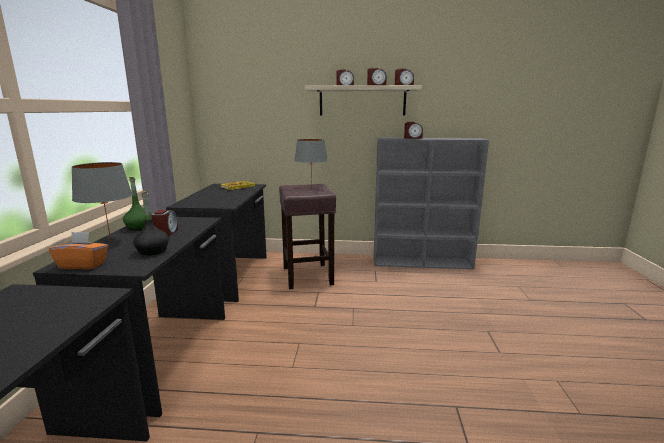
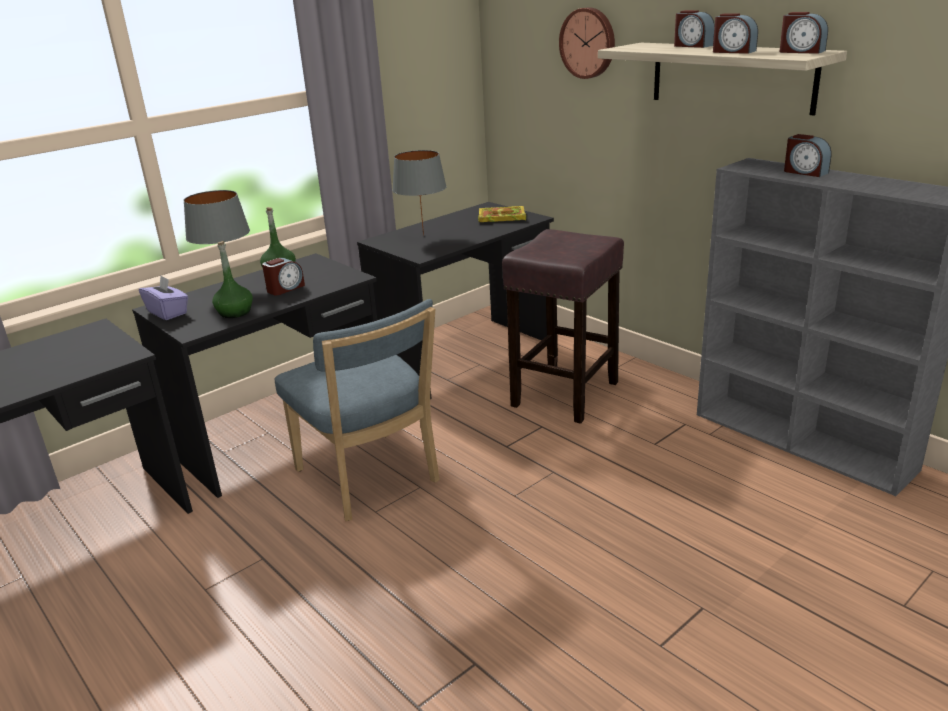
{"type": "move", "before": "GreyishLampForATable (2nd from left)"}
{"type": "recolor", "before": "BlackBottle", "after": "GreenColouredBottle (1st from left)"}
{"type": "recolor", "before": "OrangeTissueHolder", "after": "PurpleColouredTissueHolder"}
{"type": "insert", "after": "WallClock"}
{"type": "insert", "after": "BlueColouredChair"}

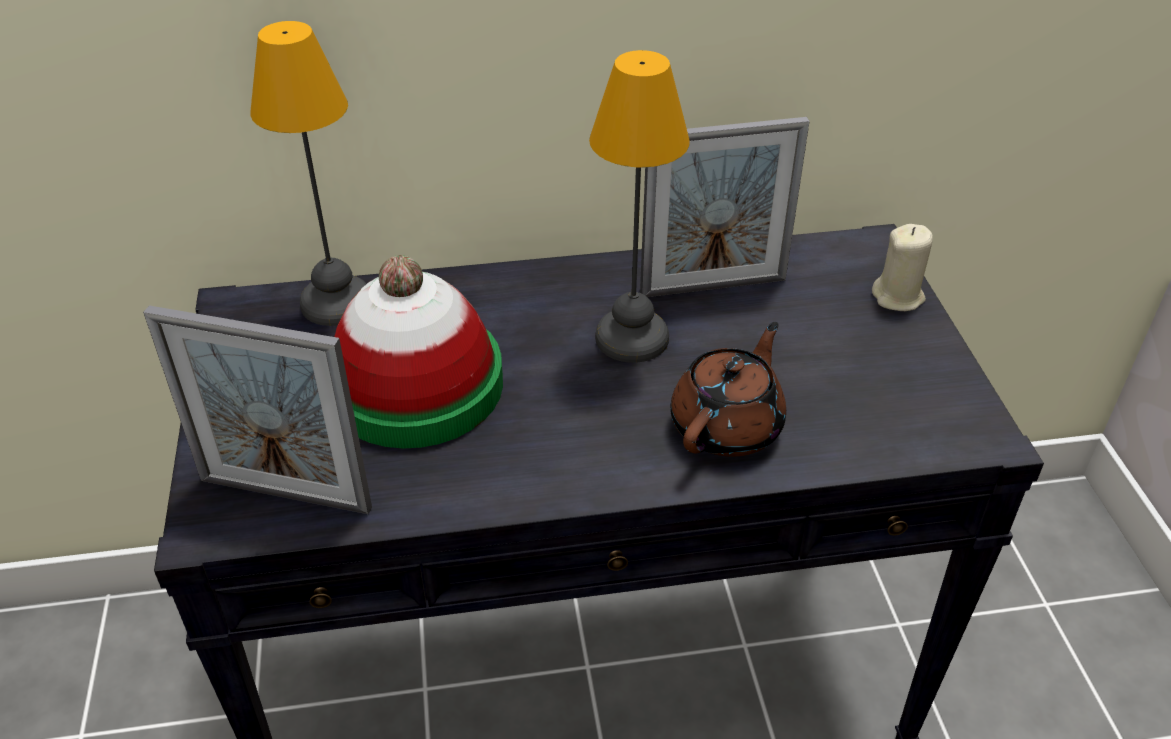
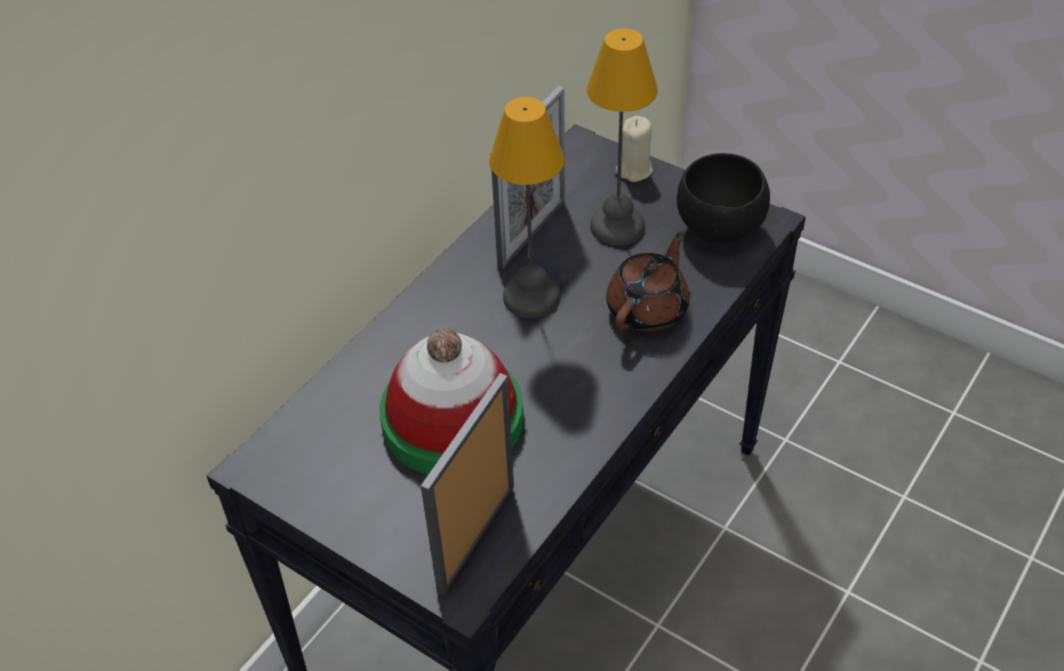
{"type": "move", "before": "LampForATable (1st from left in the first image)", "after": "LampForATable (2nd from left)"}
{"type": "rotate", "before": "StandingFrame (1st from left)", "turn": 150}
{"type": "rotate", "before": "BrownColouredTeaPot", "turn": 45}
{"type": "insert", "after": "BlackServingBowl"}

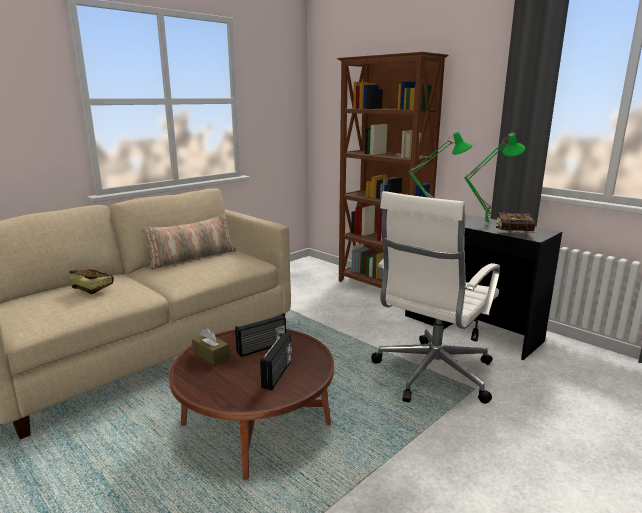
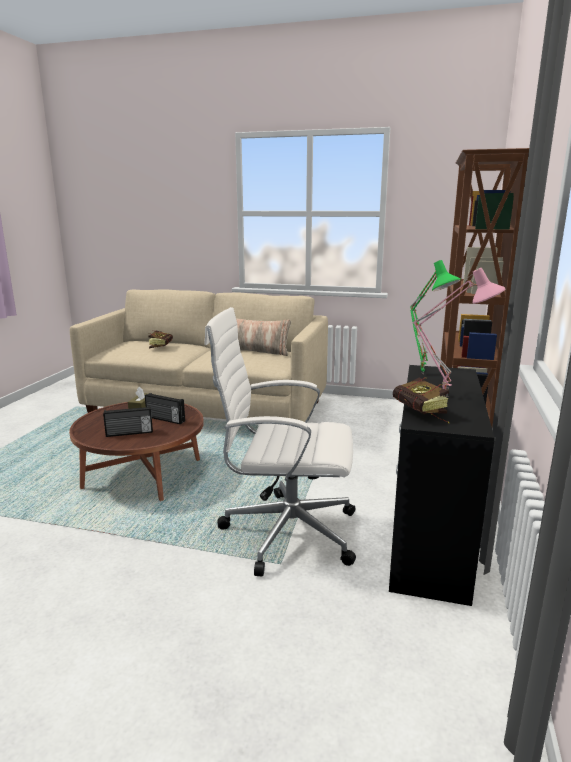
{"type": "recolor", "before": "GreenColouredLampForATable (2nd from left)", "after": "PinkLampForATable"}

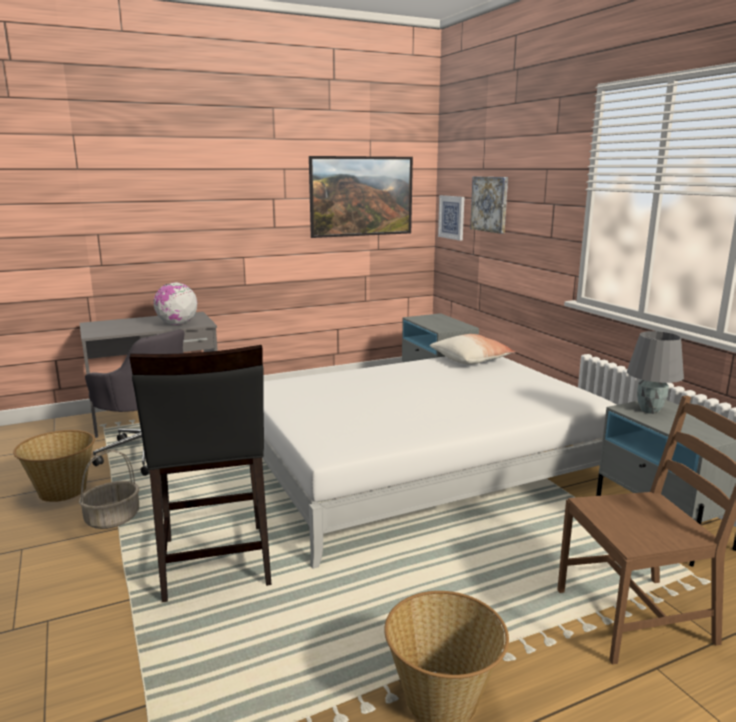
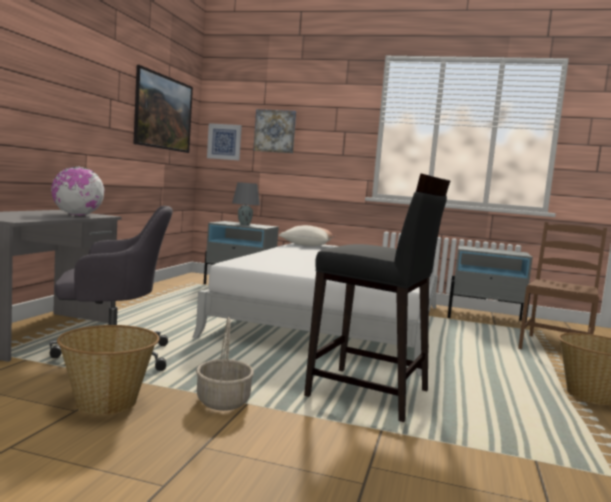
{"type": "move", "before": "GreyishLampForATable"}

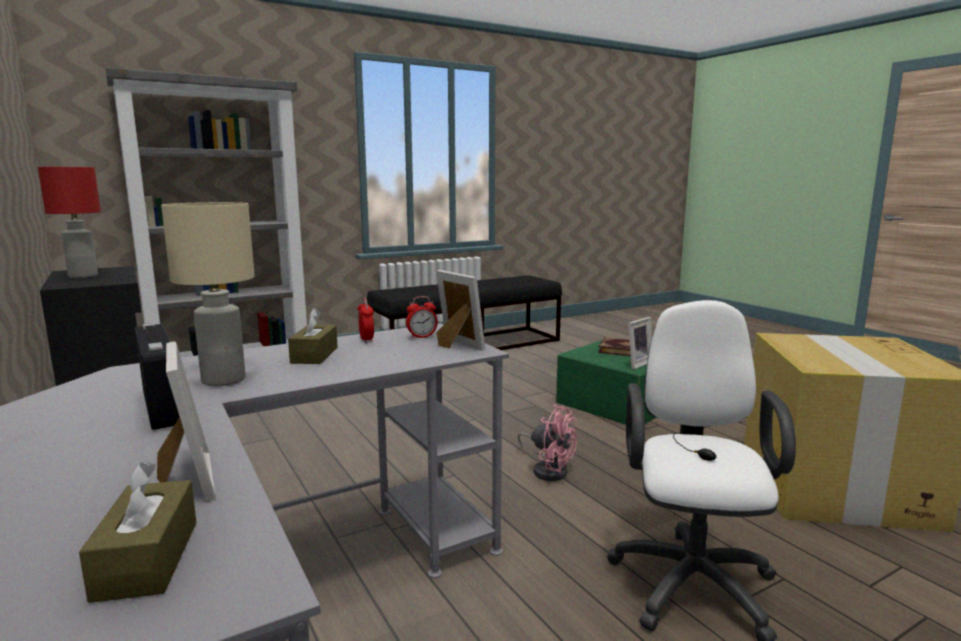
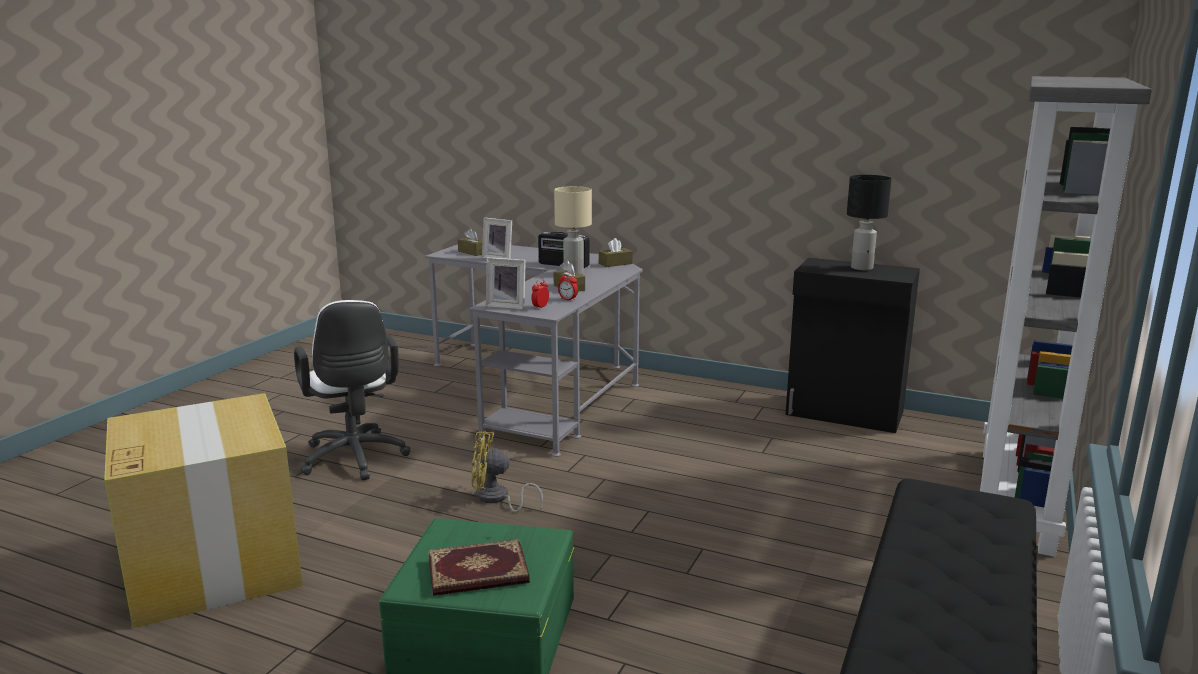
{"type": "recolor", "before": "RedColouredLampForATable", "after": "BlackLampForATable"}
{"type": "delete", "before": "StandingFrame (3rd from left)"}
{"type": "recolor", "before": "PinkCoolingFan", "after": "YellowColouredCoolingFan"}
{"type": "insert", "after": "BrownColouredTissueHolder (3rd from left)"}

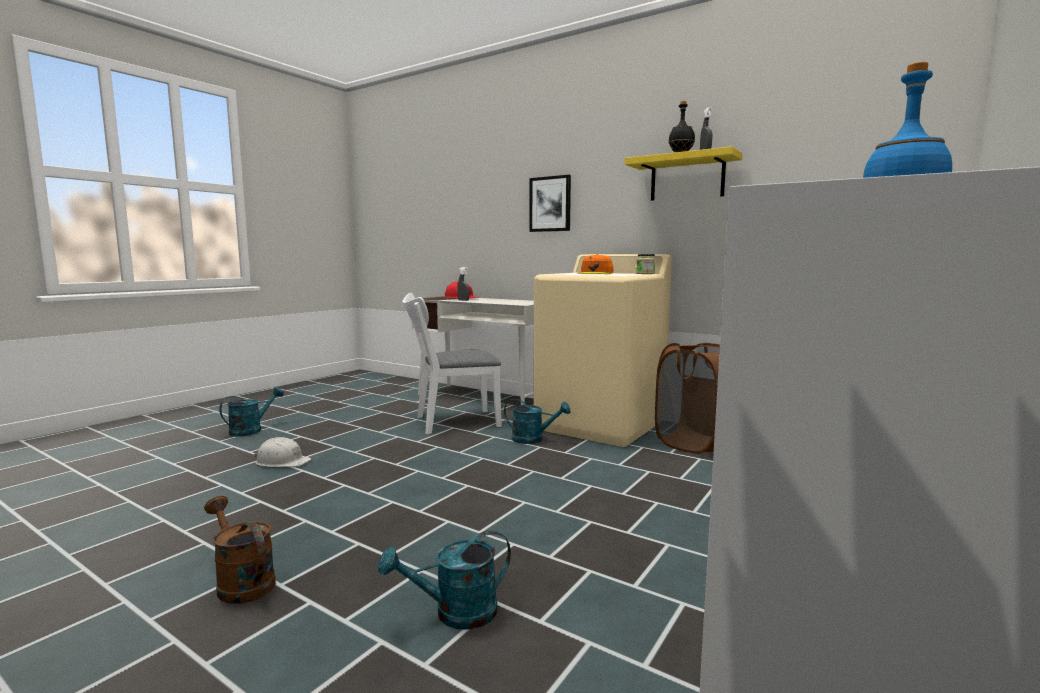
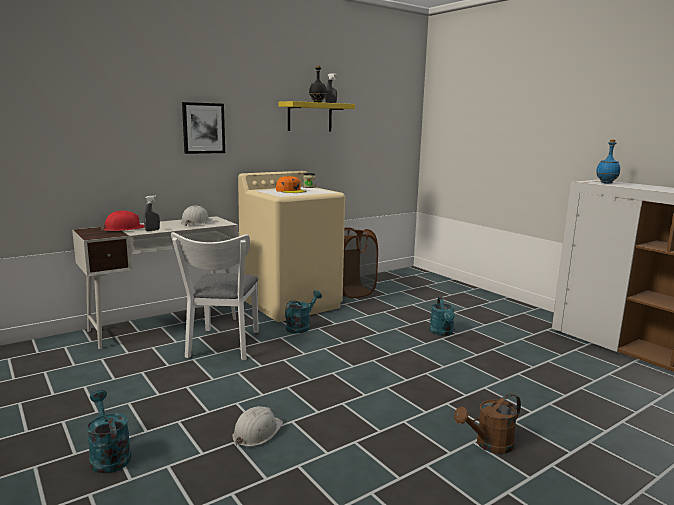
{"type": "move", "before": "TurquoiseColouredWateringPot (2nd from left in the first image)", "after": "TurquoiseColouredWateringPot (3rd from left)"}
{"type": "insert", "after": "WhiteWorkHelmet (1st from left)"}

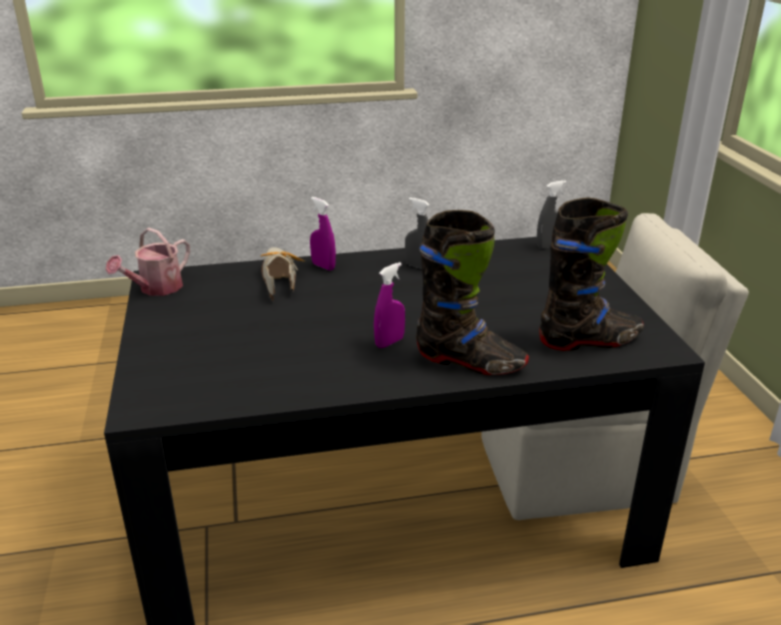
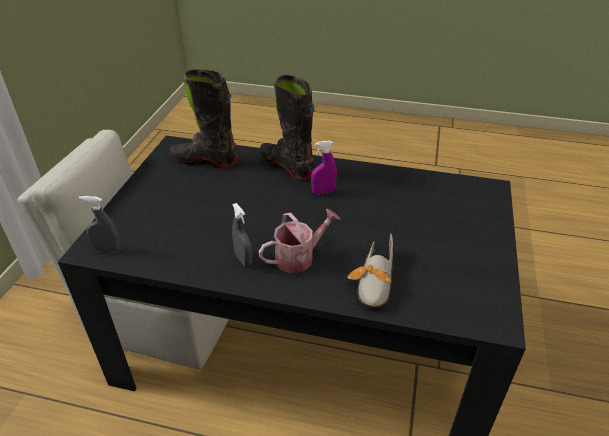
{"type": "delete", "before": "PurpleColouredHandSprayer (1st from left)"}
{"type": "move", "before": "WateringPot"}

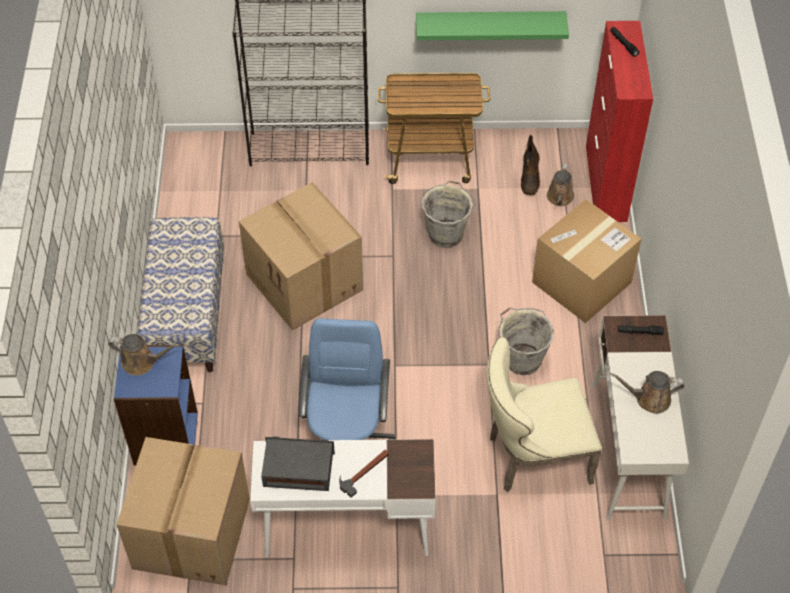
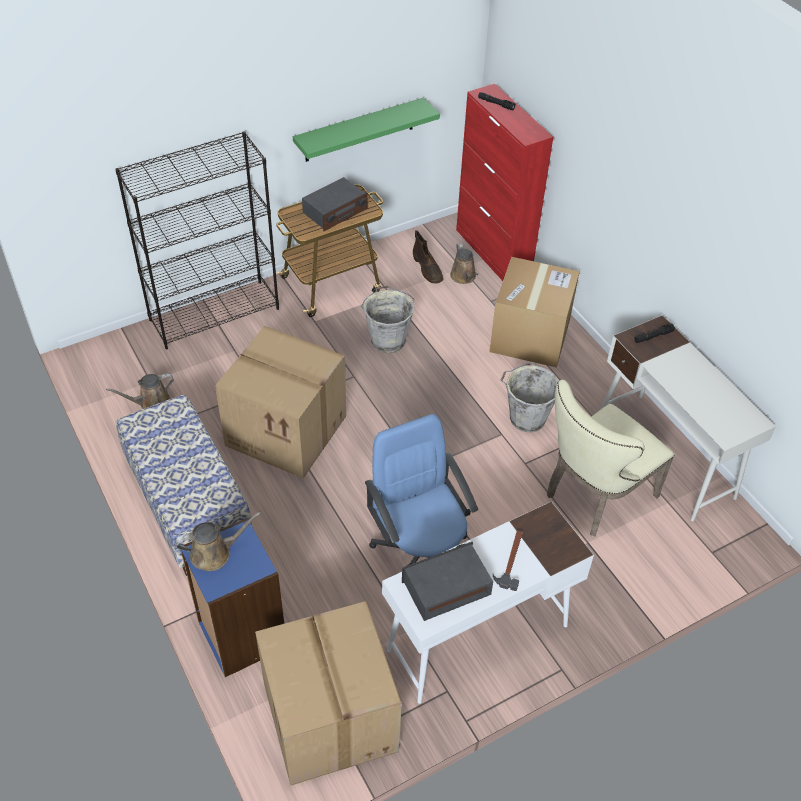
{"type": "move", "before": "BrownColouredWateringPot (3rd from left in the first image)", "after": "BrownColouredWateringPot (1st from left)"}
{"type": "insert", "after": "RadioSet (1st from left)"}

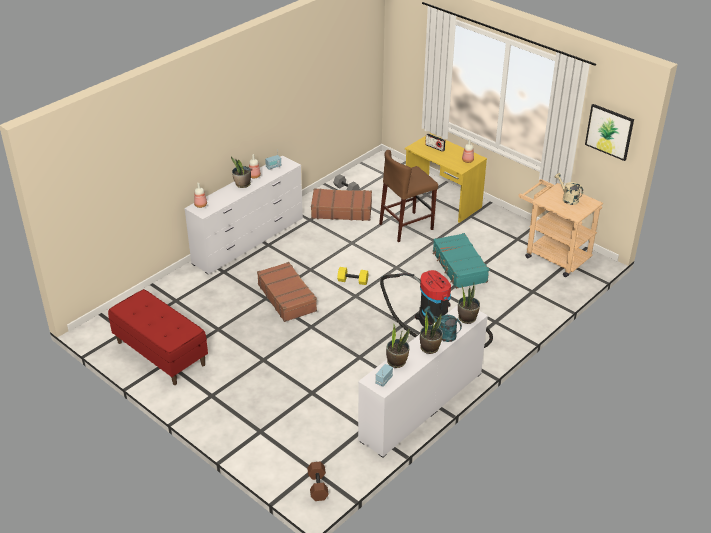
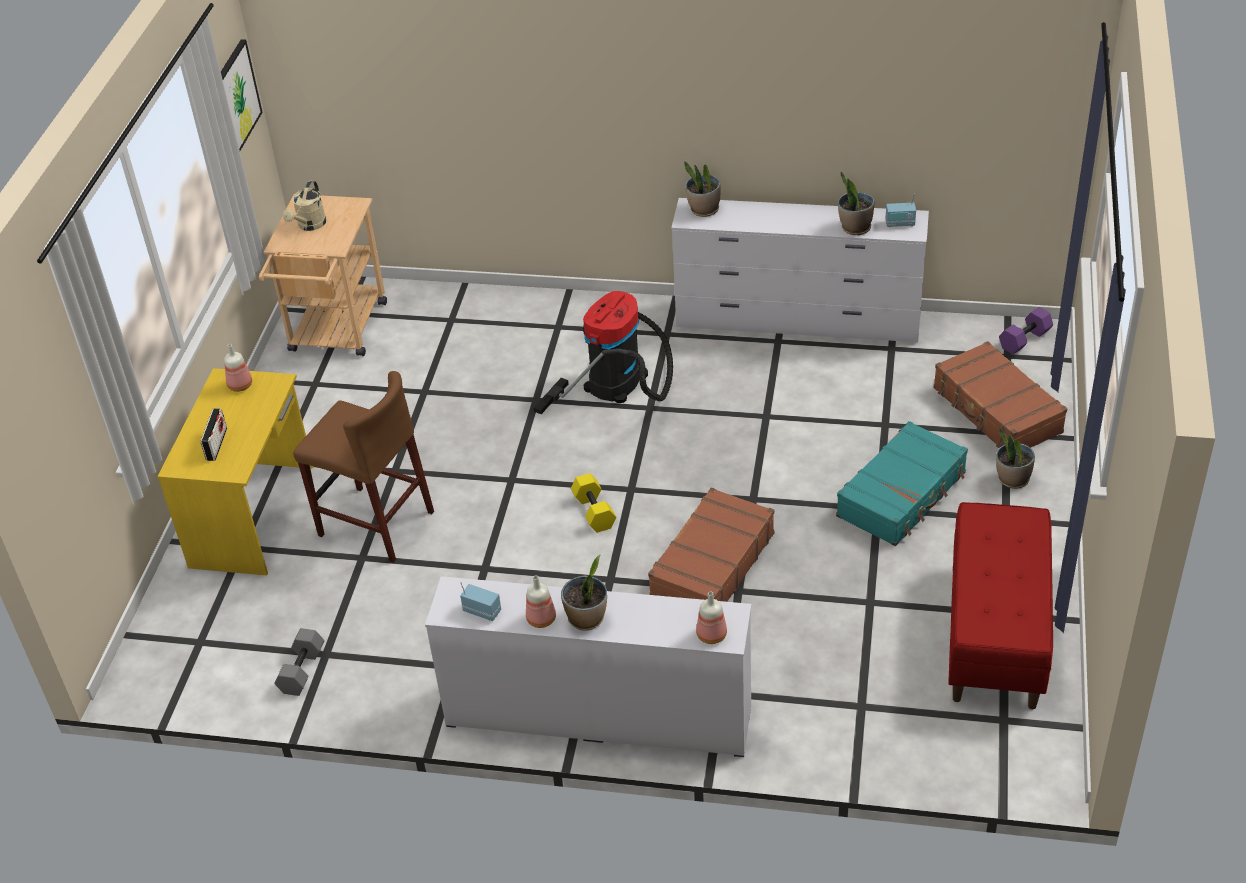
{"type": "move", "before": "BrownColouredTravelCase (2nd from left)"}
{"type": "move", "before": "TurquoiseColouredTravelCase"}
{"type": "delete", "before": "TurquoiseColouredWateringPot"}
{"type": "move", "before": "PottedPlant (3rd from left in the first image)", "after": "PottedPlant (4th from left)"}
{"type": "recolor", "before": "BrownColouredDumbbell", "after": "PurpleColouredDumbbell"}

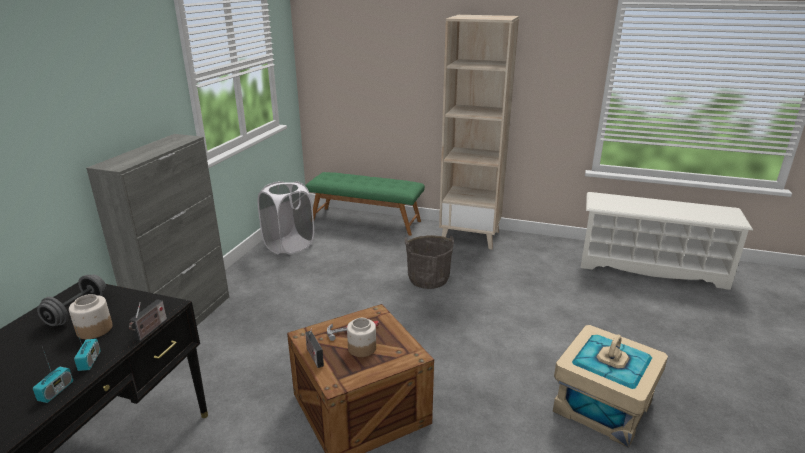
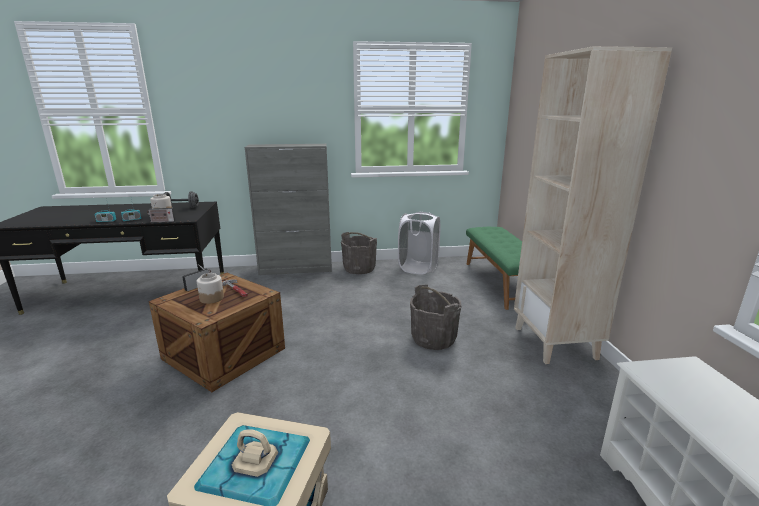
{"type": "insert", "after": "GreyishBucket (1st from left)"}

